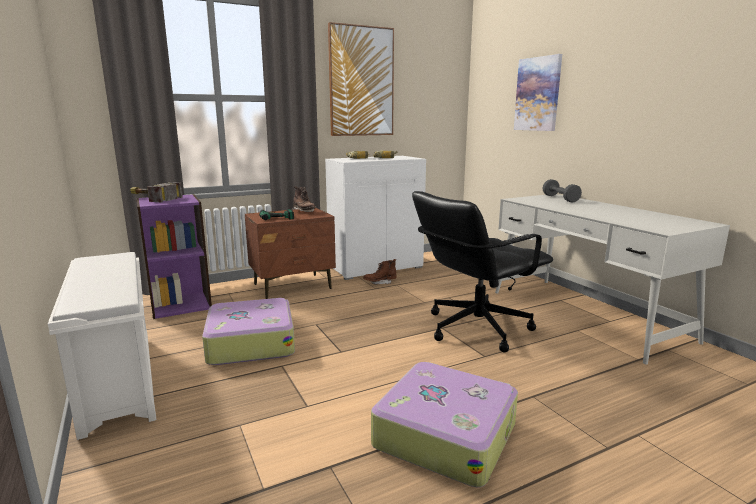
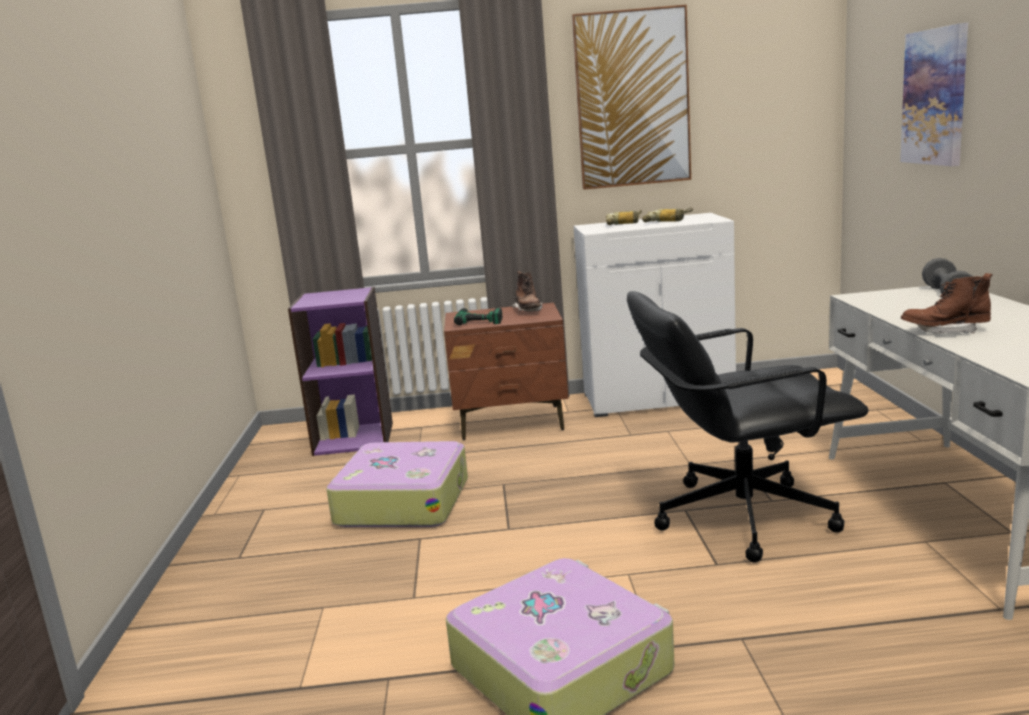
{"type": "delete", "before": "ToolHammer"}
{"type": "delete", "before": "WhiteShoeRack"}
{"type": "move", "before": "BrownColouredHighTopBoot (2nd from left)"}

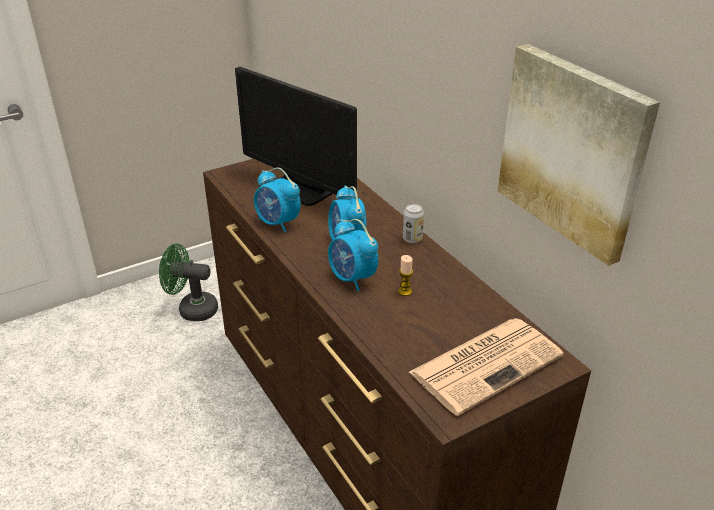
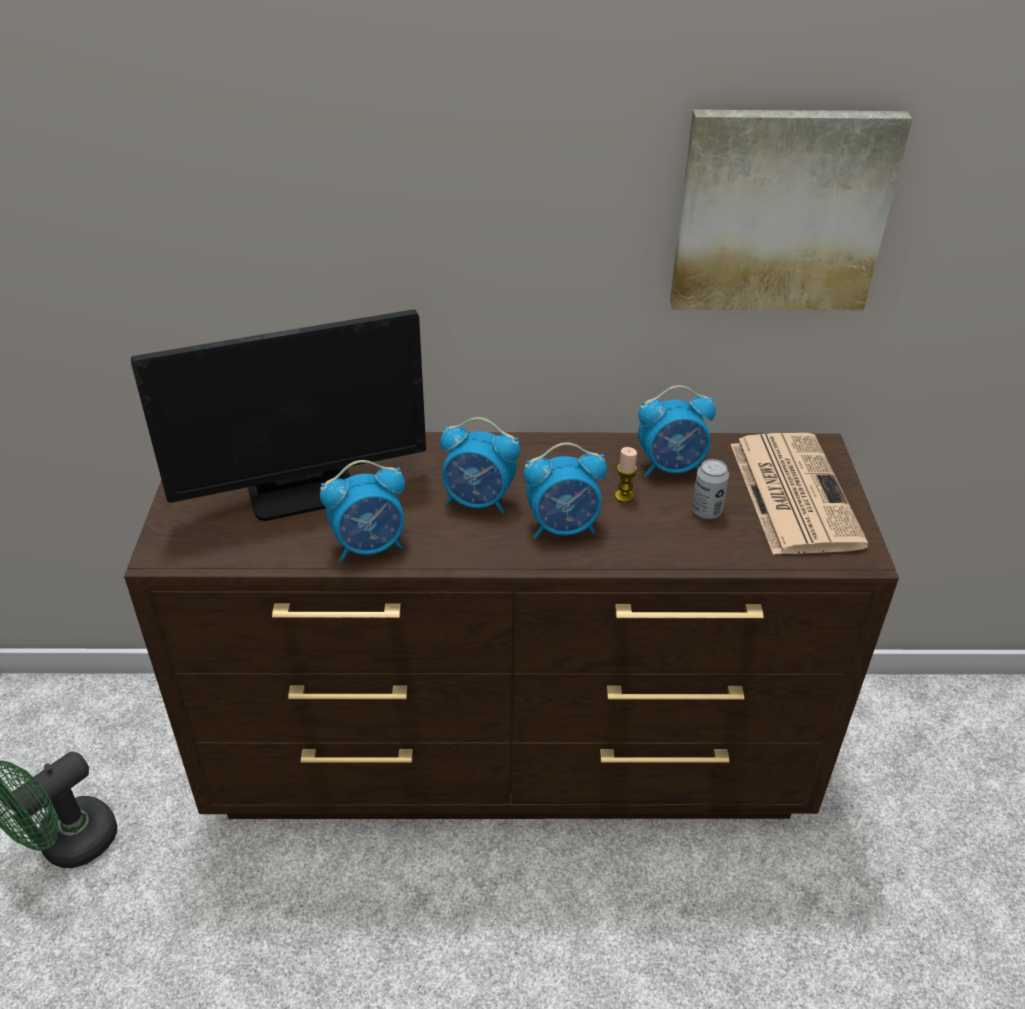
{"type": "move", "before": "MetalCan"}
{"type": "insert", "after": "AlarmClock (4th from left)"}

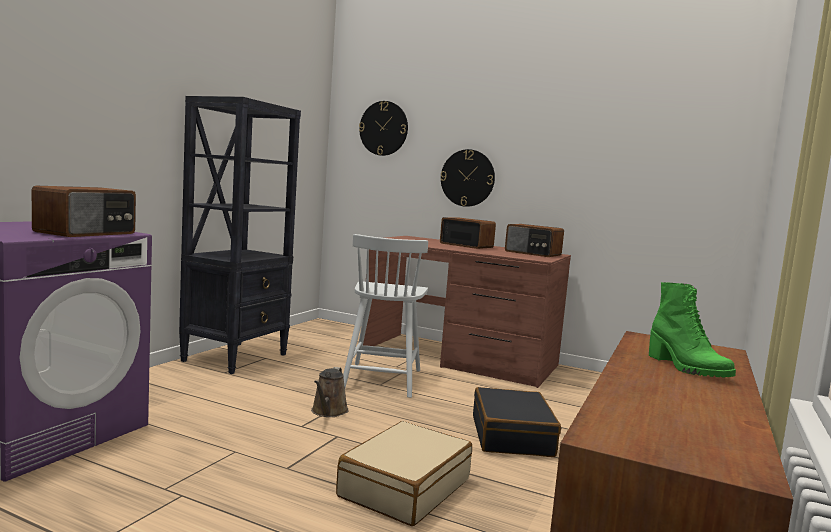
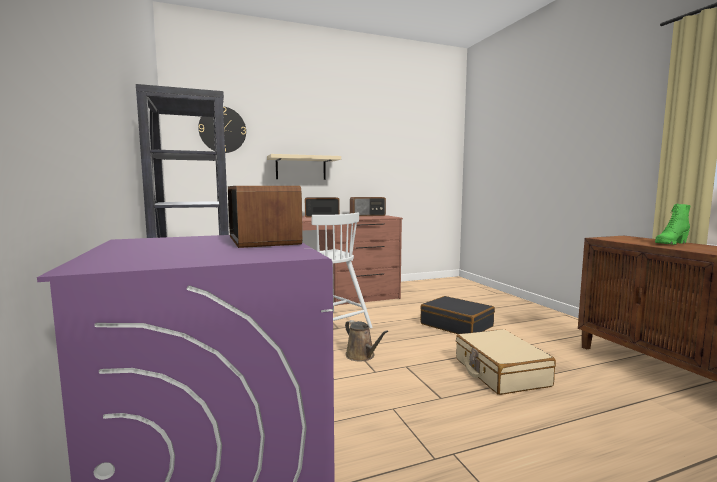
{"type": "replace", "before": "WallClock (2nd from left)", "after": "SandColouredWallShelf"}
{"type": "rotate", "before": "GreenColouredHighTopBoot", "turn": 135}

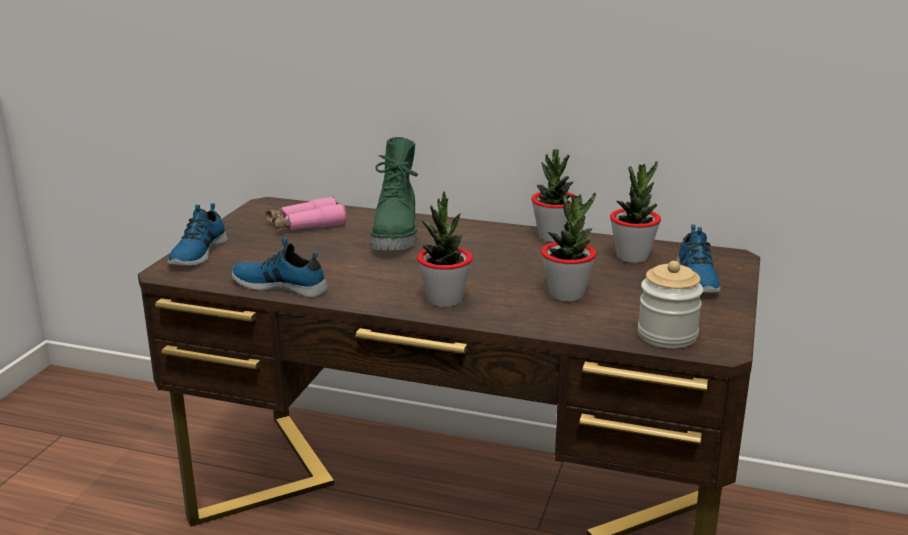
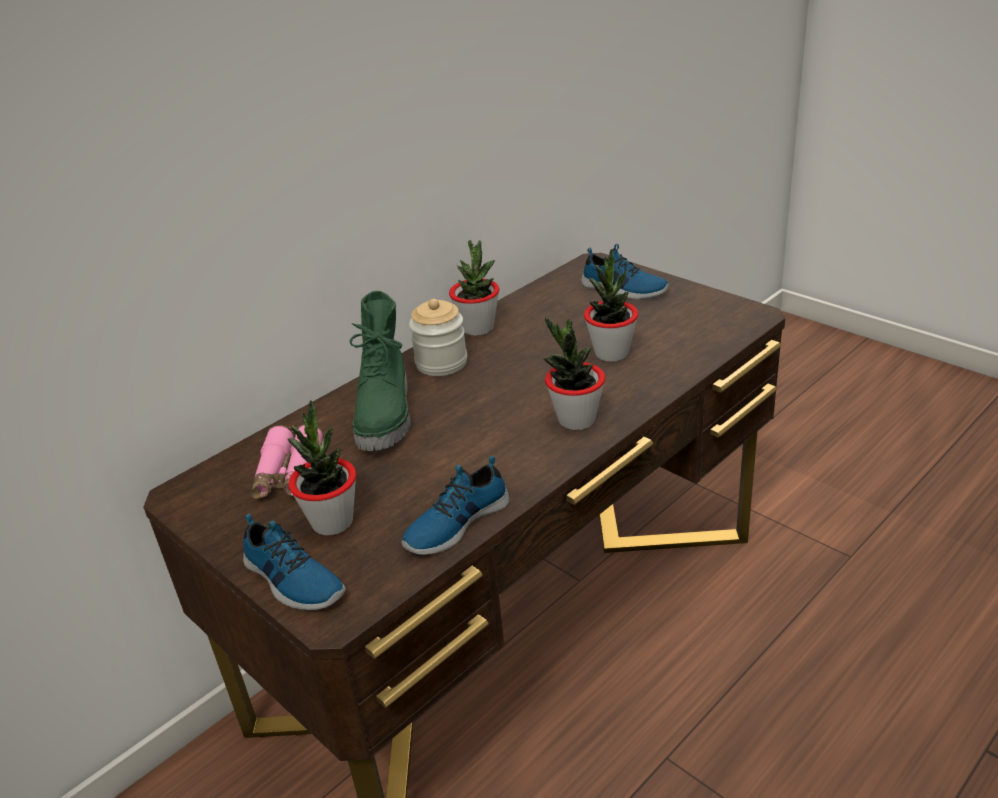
{"type": "rotate", "before": "GreenColouredHighTopBoot", "turn": 60}
{"type": "move", "before": "PottedPlant (4th from left in the first image)", "after": "PottedPlant (1st from left)"}
{"type": "move", "before": "StorageJar"}

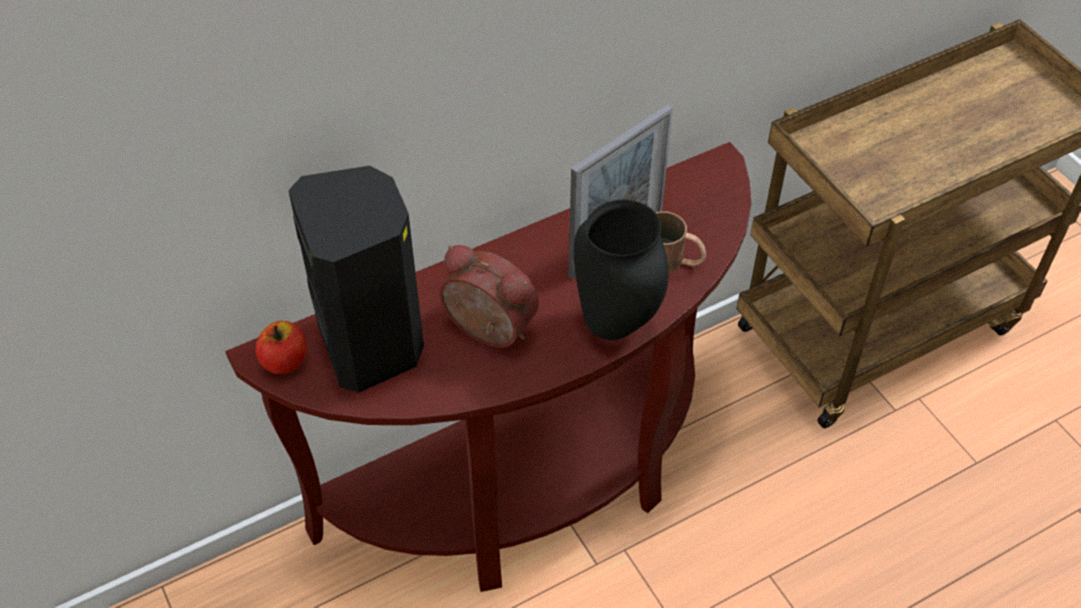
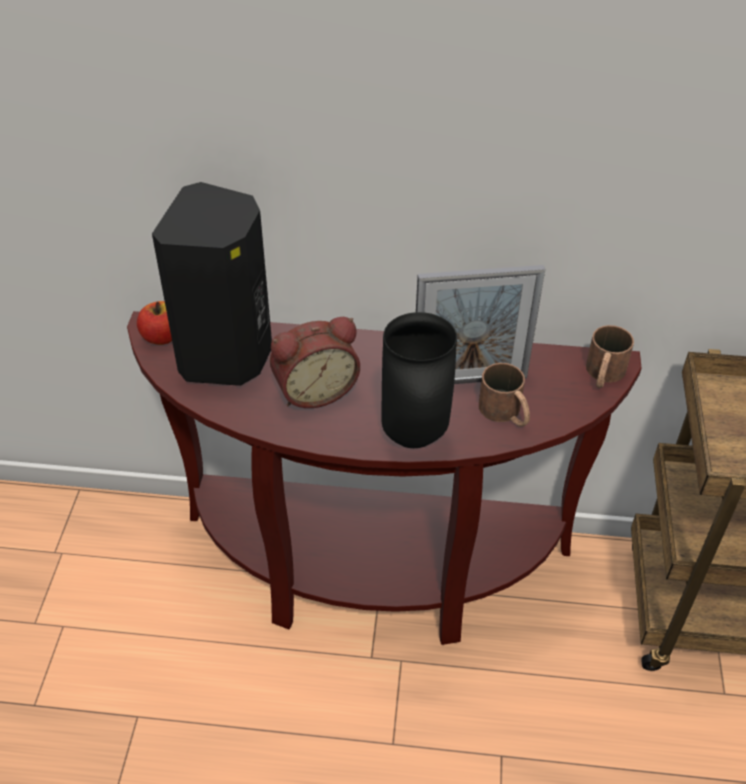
{"type": "rotate", "before": "AlarmClock", "turn": 90}
{"type": "insert", "after": "BrownColouredTeaMug (2nd from left)"}

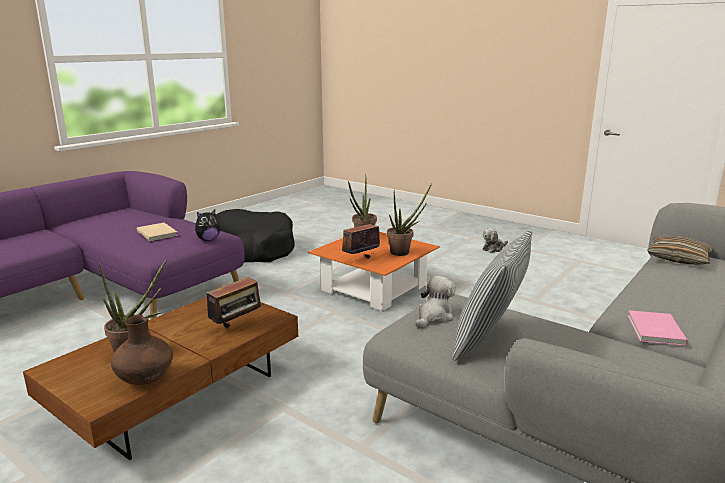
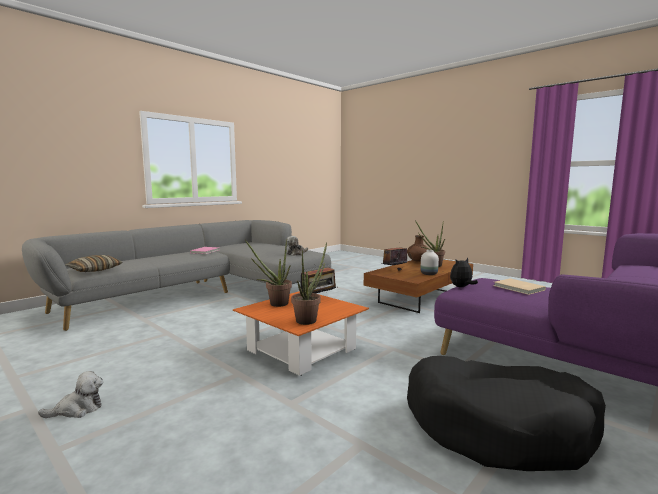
{"type": "delete", "before": "ThrowPillow (1st from left)"}
{"type": "insert", "after": "WhiteDecorativeVase"}

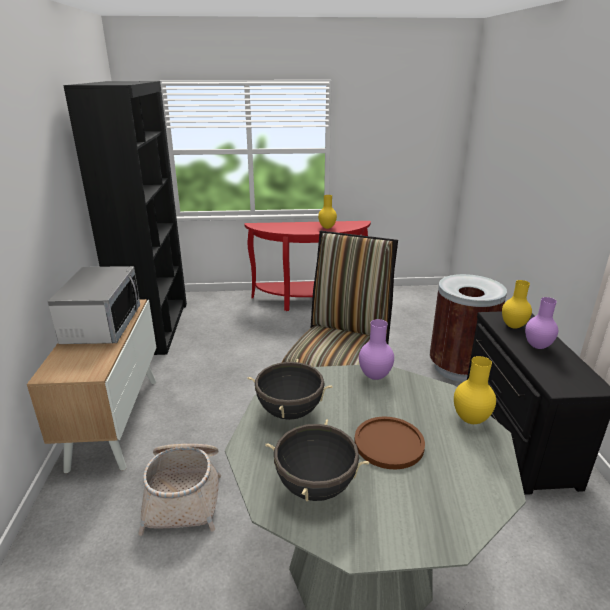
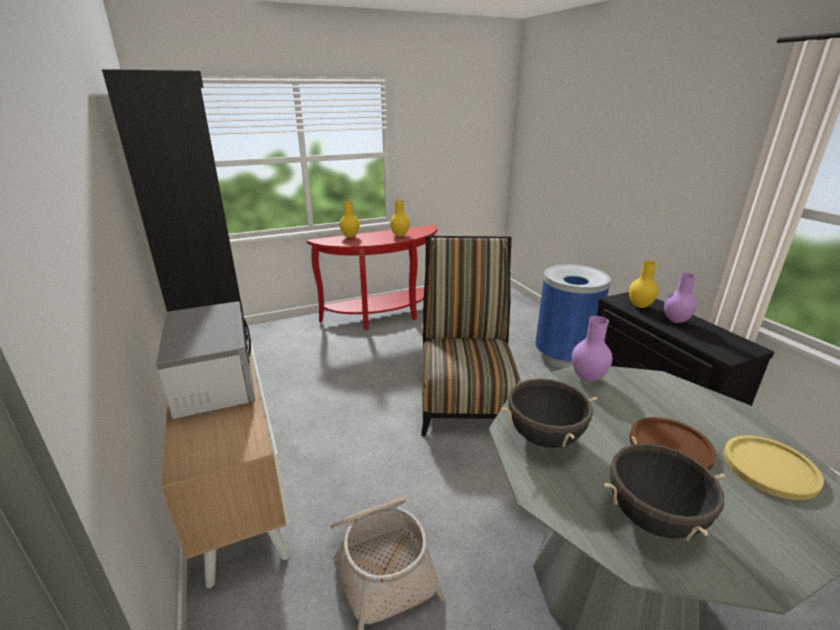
{"type": "recolor", "before": "BrownColouredWasteBin", "after": "BlueColouredWasteBin"}
{"type": "move", "before": "YellowColouredDecorativeVase (2nd from left in the first image)", "after": "YellowColouredDecorativeVase (1st from left)"}
{"type": "insert", "after": "YellowColouredDinnerPlate"}

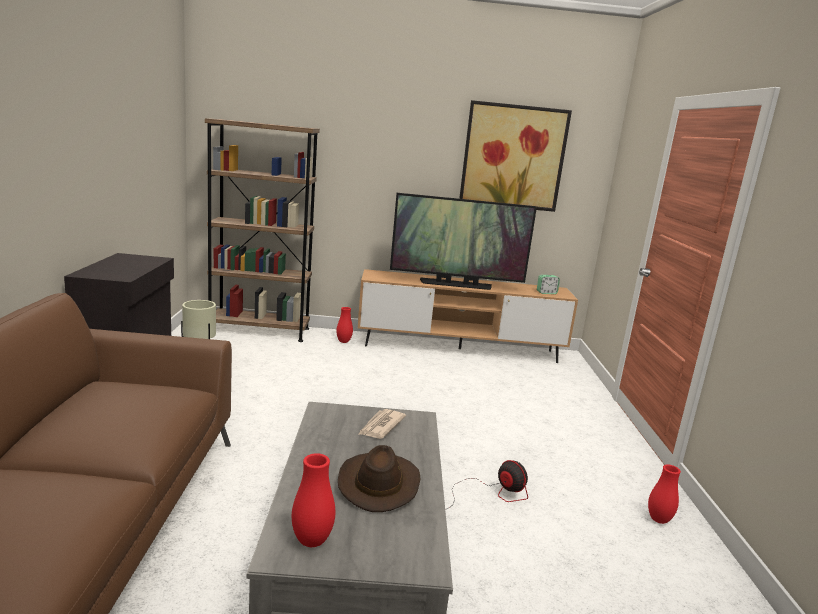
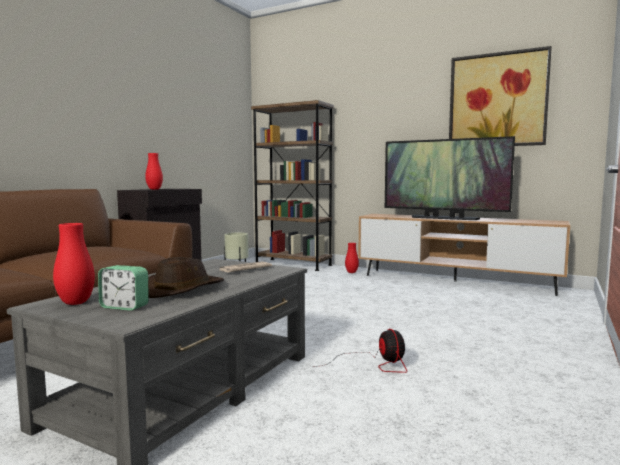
{"type": "move", "before": "AlarmClock"}
{"type": "move", "before": "RedColouredDecorativeVase (3rd from left in the first image)", "after": "RedColouredDecorativeVase (2nd from left)"}

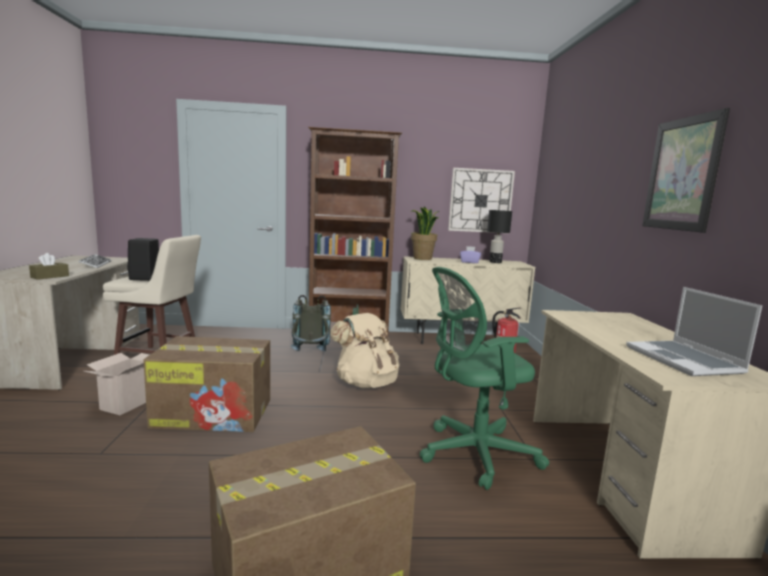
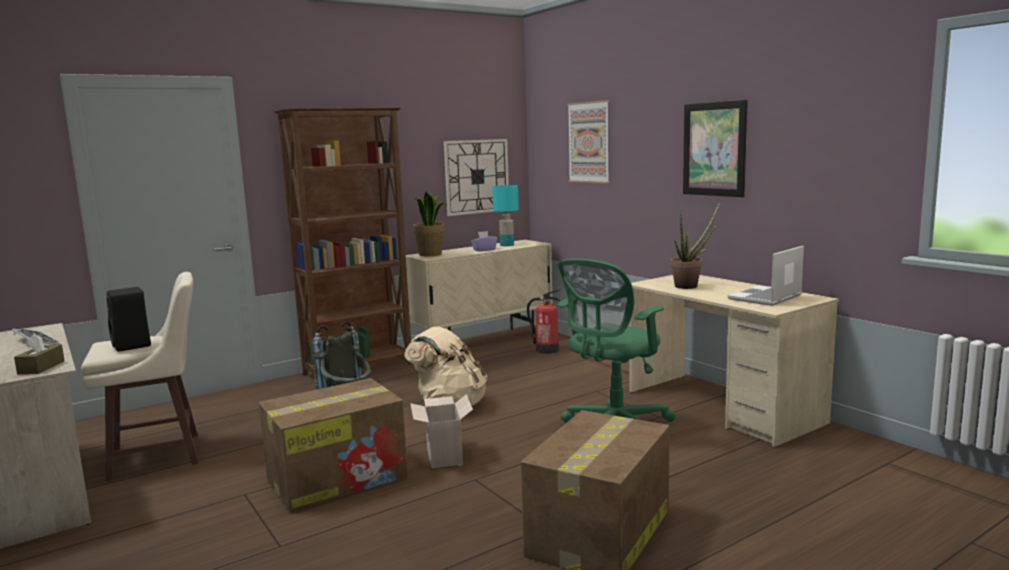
{"type": "recolor", "before": "BlackLampForATable", "after": "TurquoiseColouredLampForATable"}
{"type": "rotate", "before": "Laptop", "turn": 90}
{"type": "move", "before": "CardboardBox (1st from left in the first image)", "after": "CardboardBox (2nd from left)"}
{"type": "insert", "after": "Picture (1st from left)"}
{"type": "insert", "after": "PottedPlant (2nd from left)"}

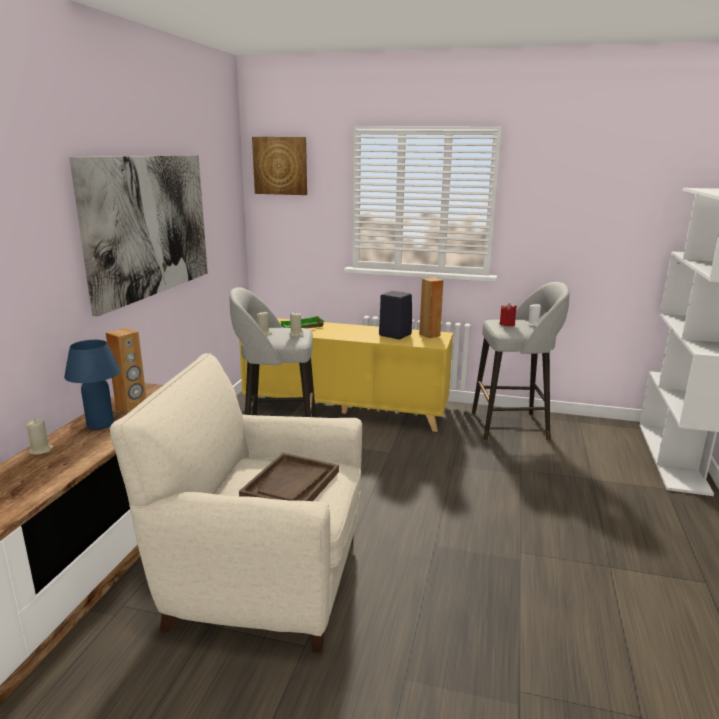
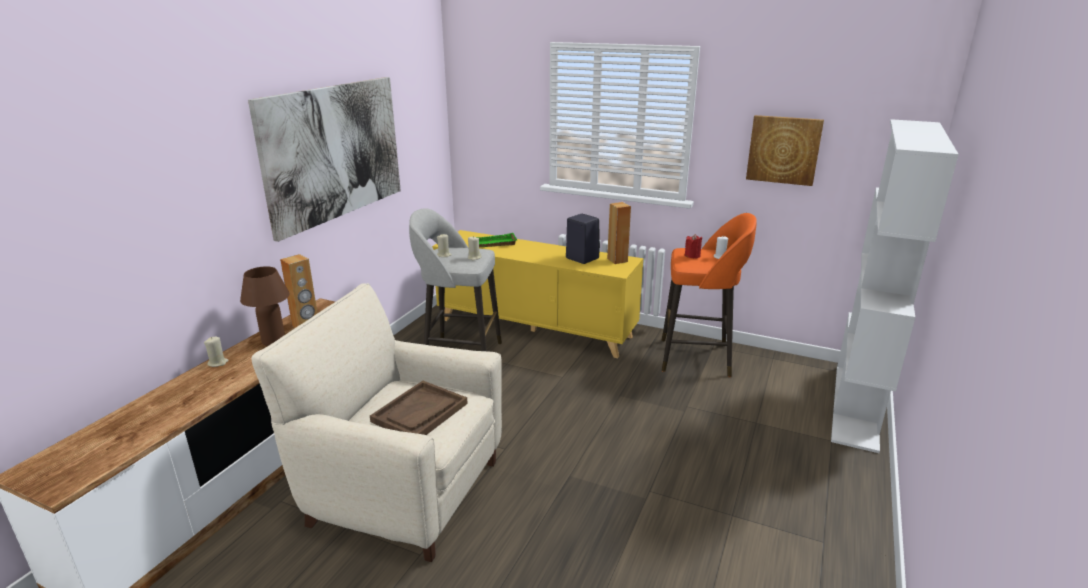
{"type": "move", "before": "Picture (2nd from left)"}
{"type": "recolor", "before": "GreyishStoolSeat (2nd from left)", "after": "OrangeStoolSeat"}
{"type": "recolor", "before": "BlueColouredLampForATable", "after": "BrownColouredLampForATable"}

